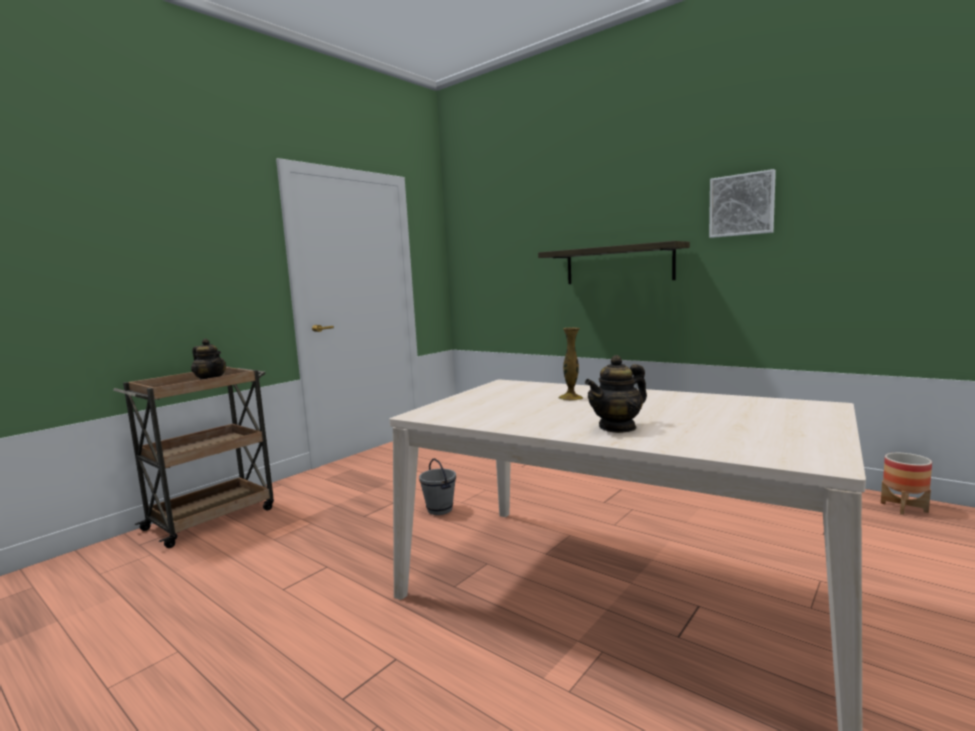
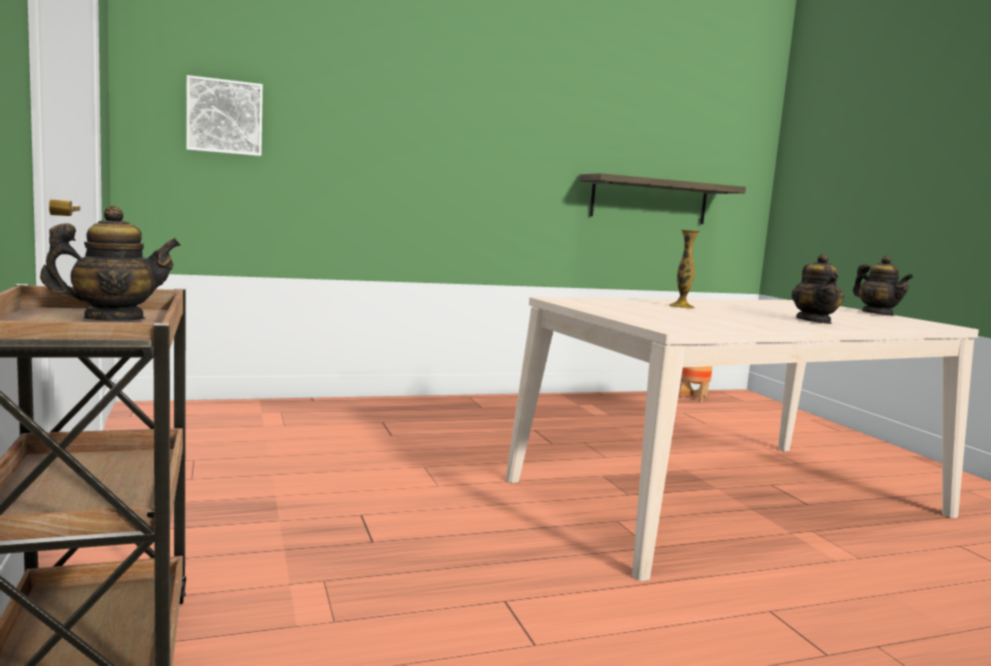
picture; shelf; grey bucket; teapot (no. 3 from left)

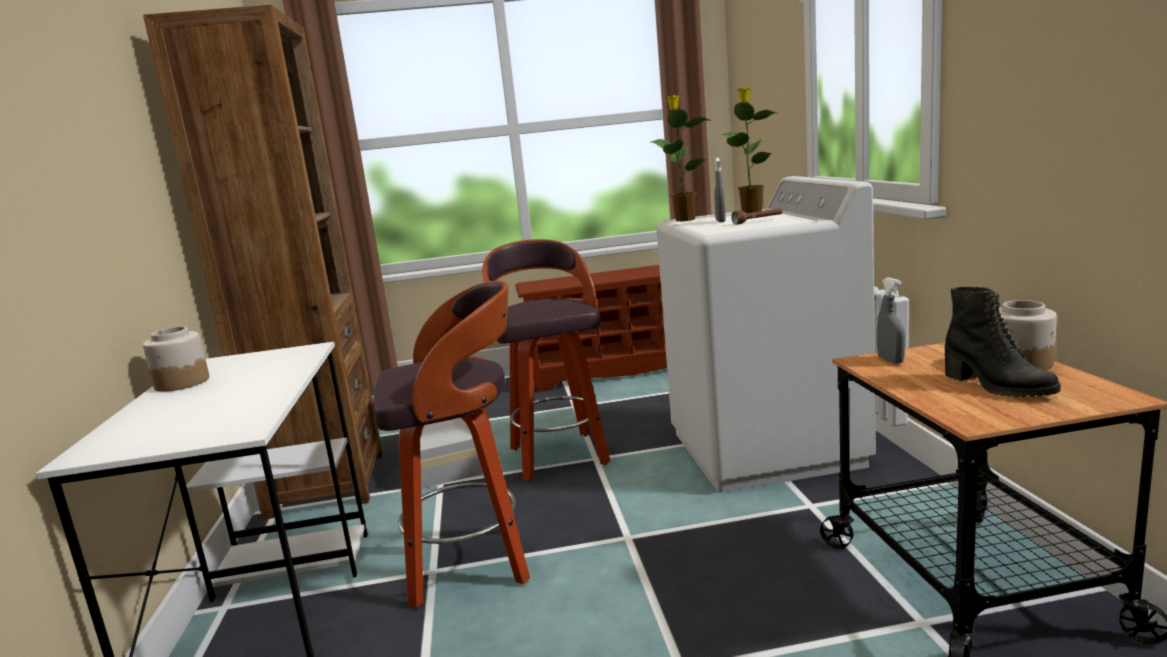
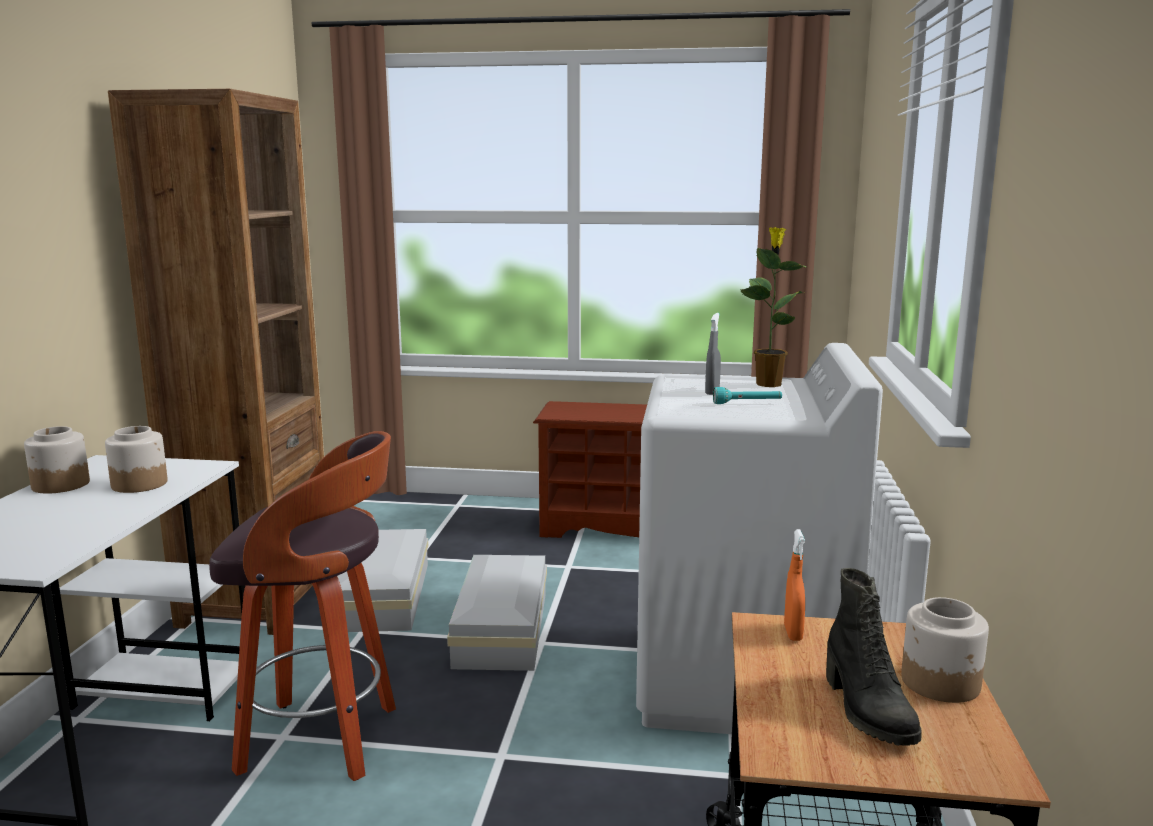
potted plant (no. 1 from left in the first image); turquoise flashlight; white storage box (no. 2 from left); orange spray bottle; jar (no. 2 from left)

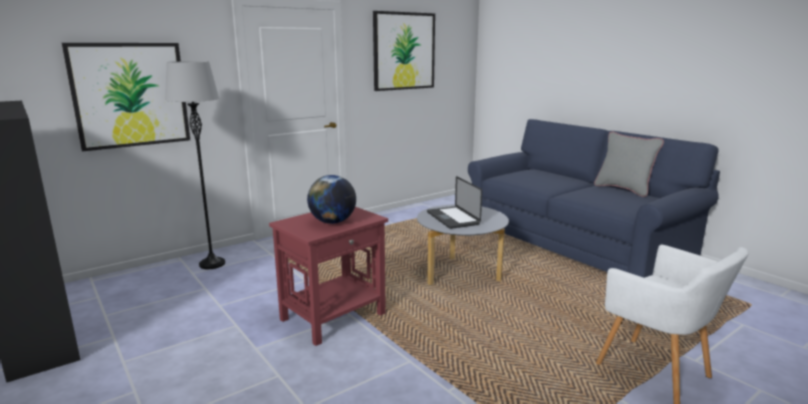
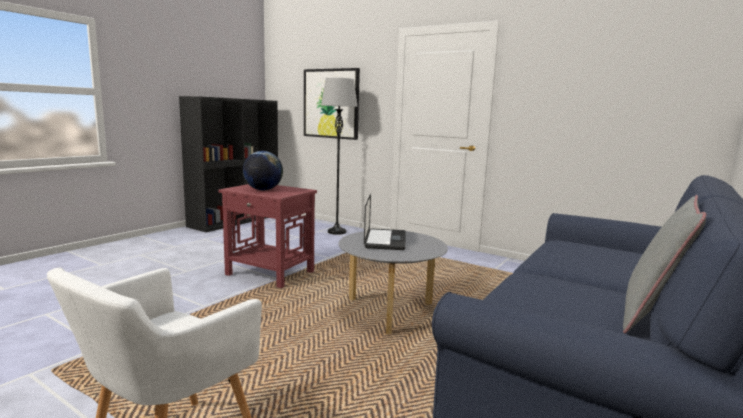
picture (no. 2 from left in the first image); laptop

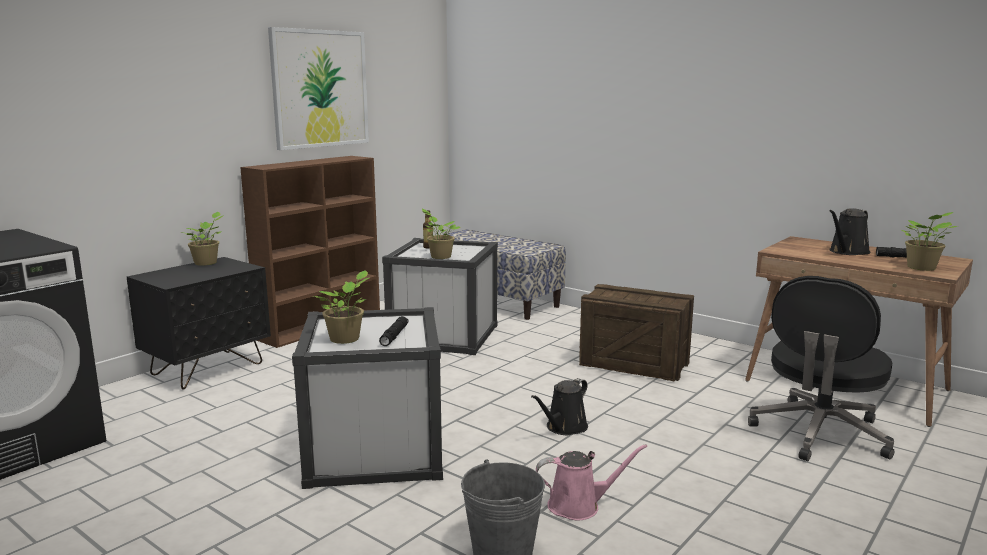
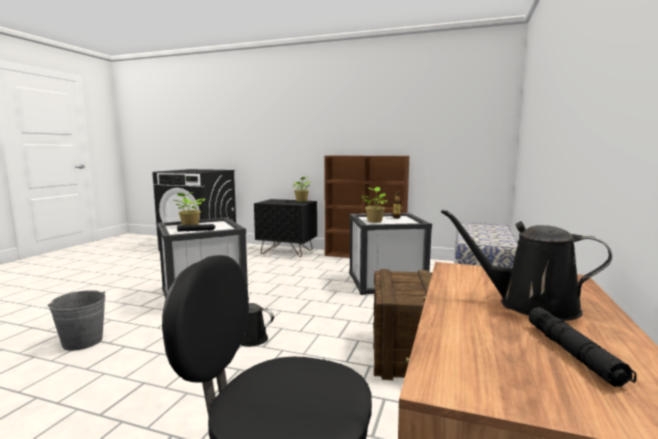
picture; potted plant (no. 4 from left in the first image); pink watering can

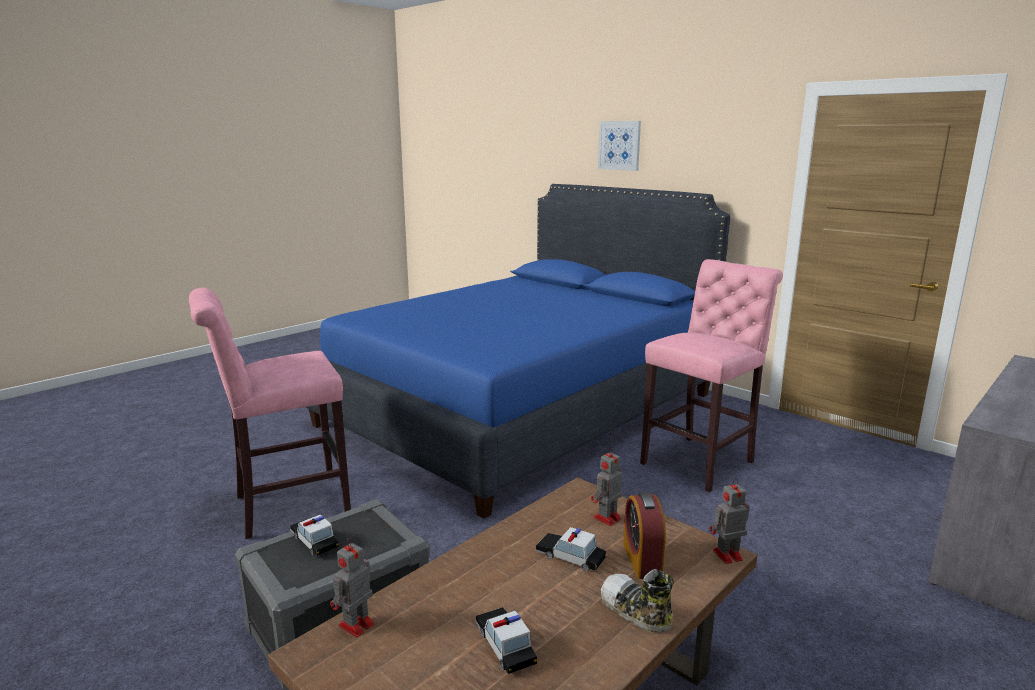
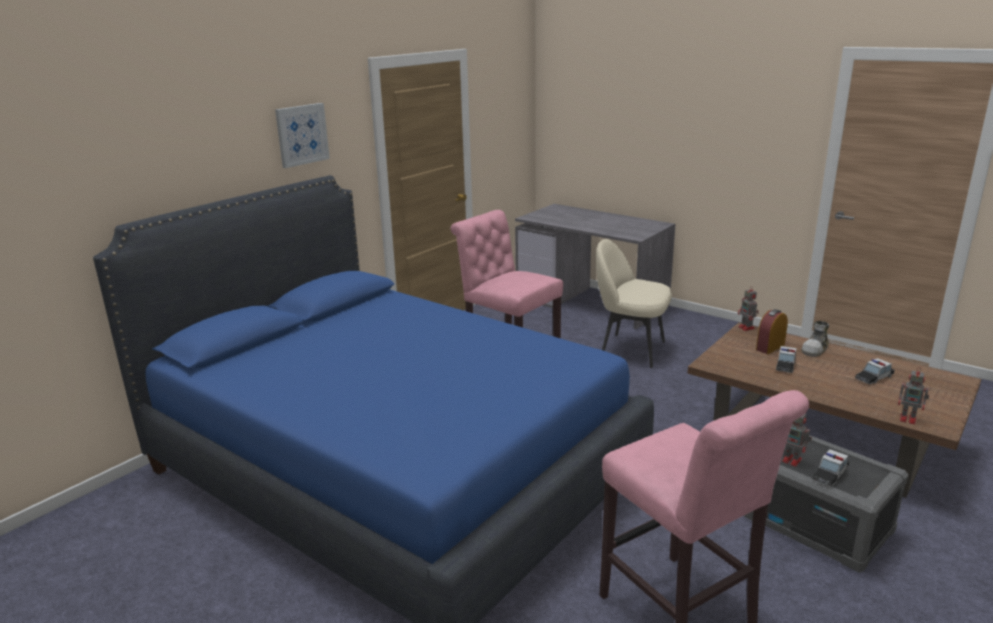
picture; toy robot (no. 2 from left); alarm clock; beige chair

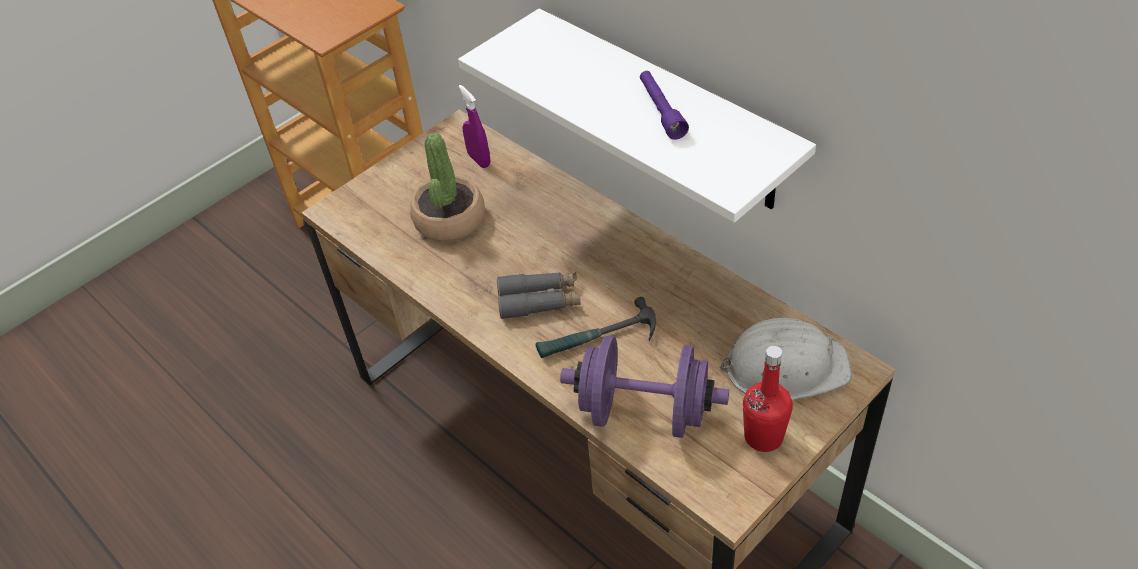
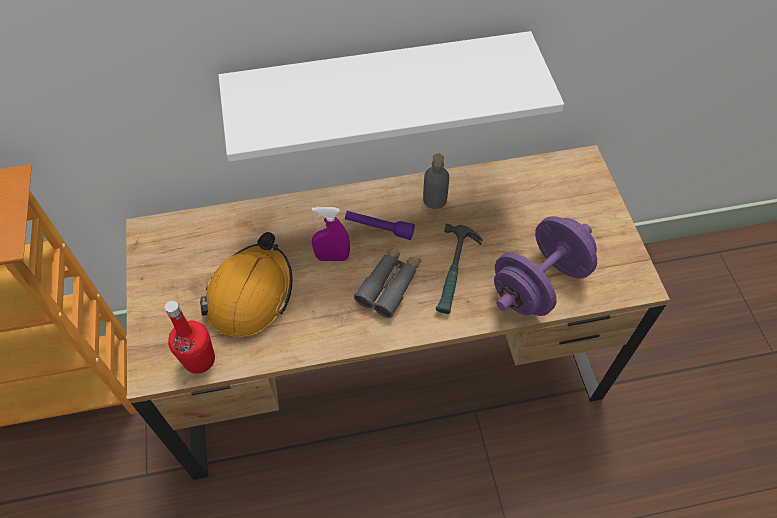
purple flashlight; purple spray bottle; orange hard hat; white hard hat; red bottle; grey bottle

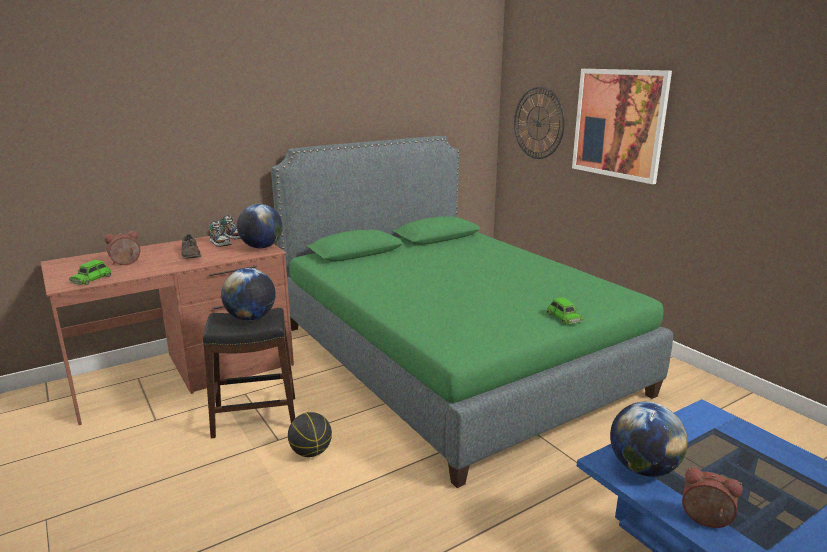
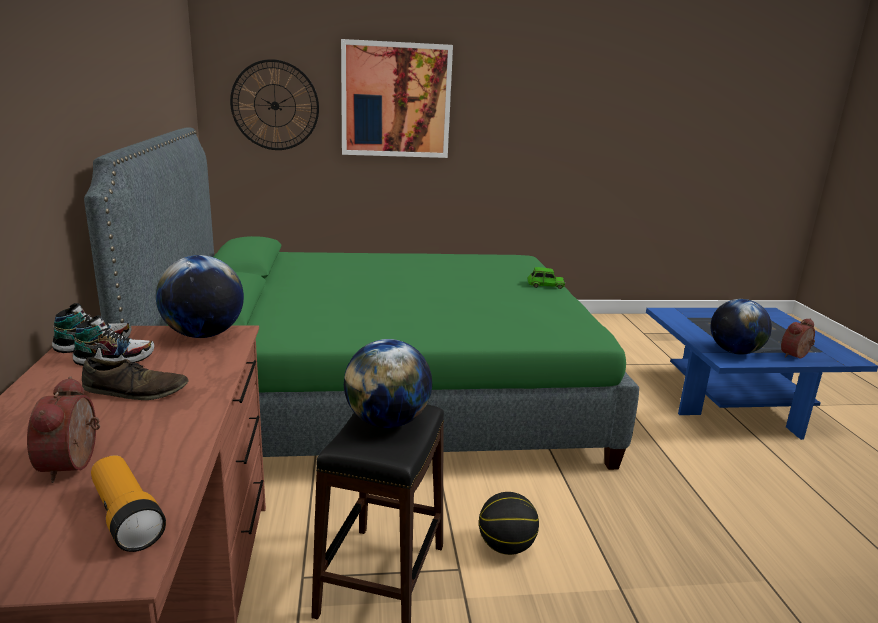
flashlight

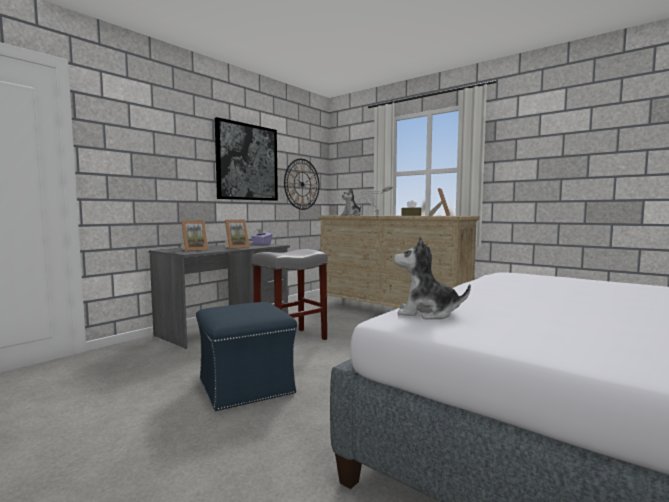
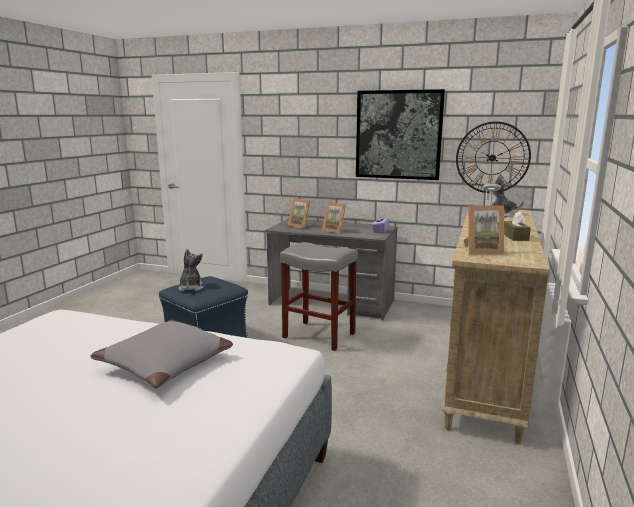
plush toy (no. 1 from left); grey pillow

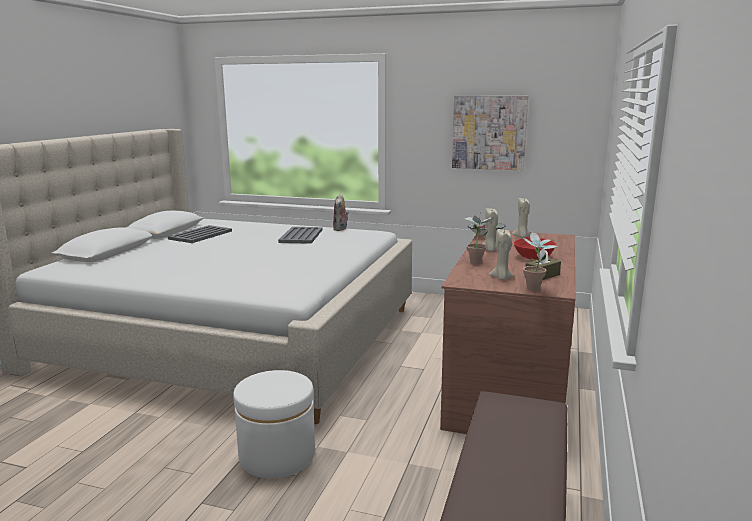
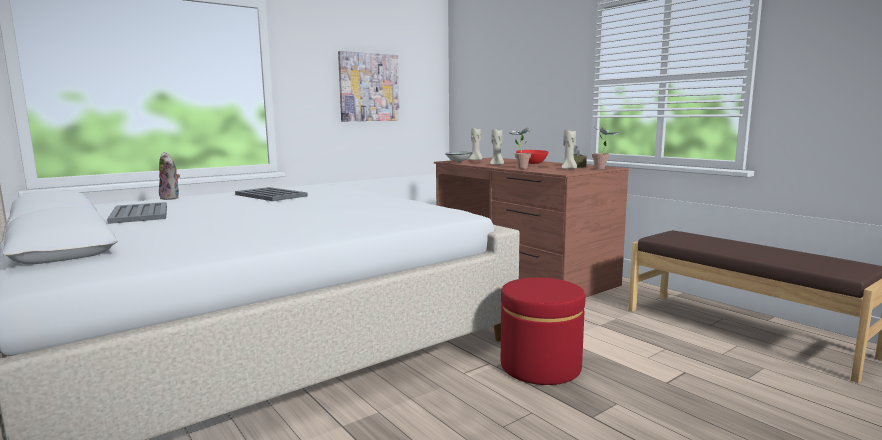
plush toy; red ottoman

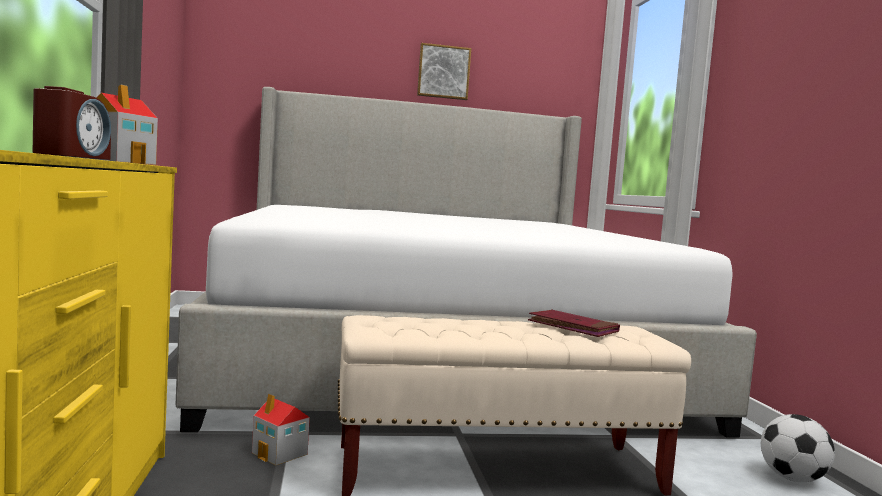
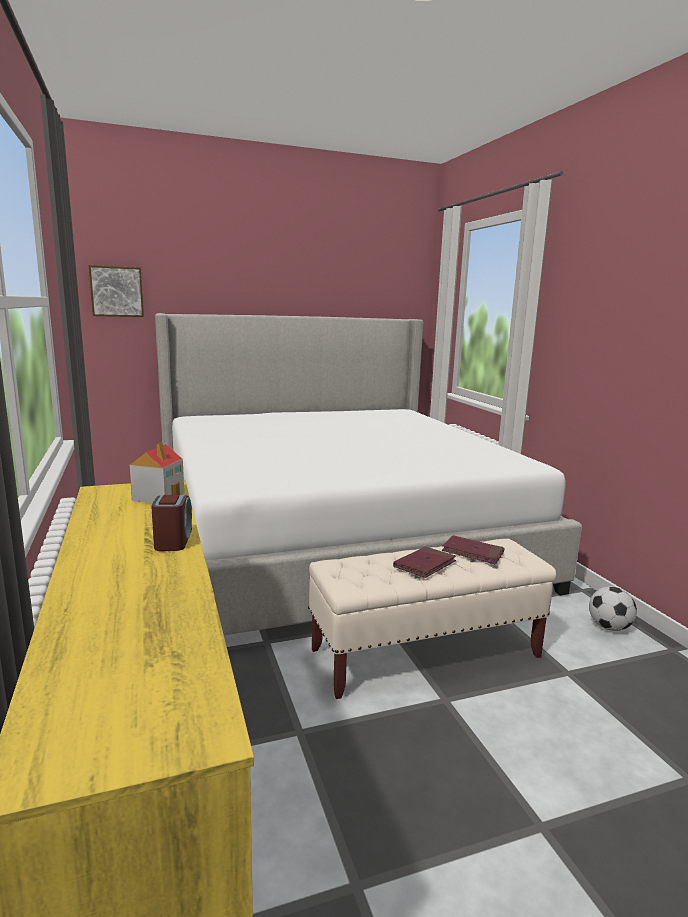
picture; toy house (no. 2 from left in the first image); red book (no. 1 from left)

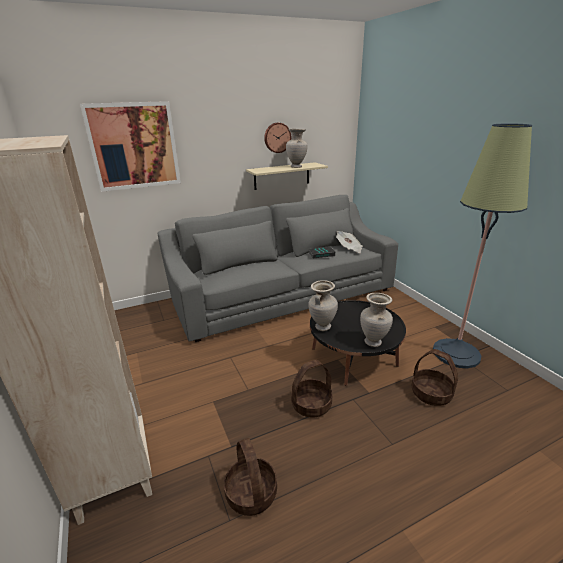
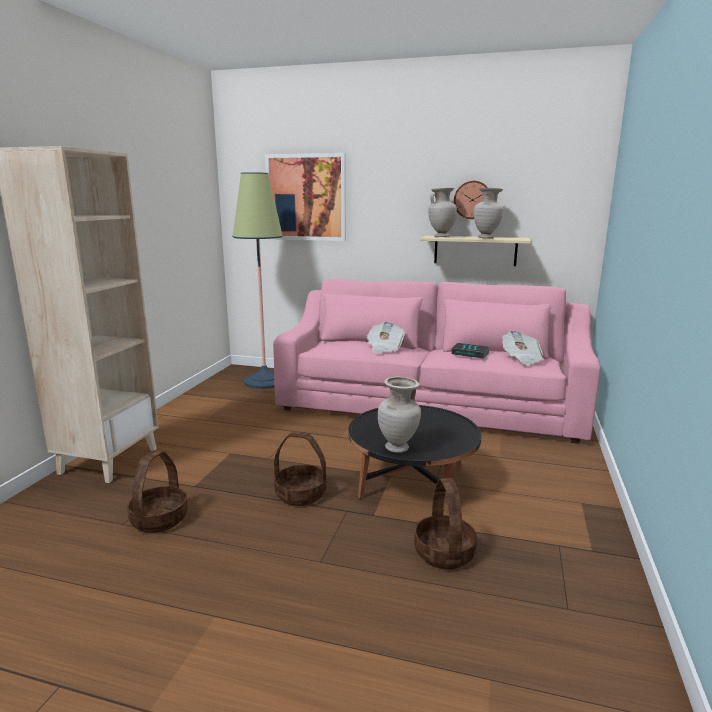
floor lamp; pink sofa; beige vase (no. 2 from left); newspaper (no. 1 from left)

